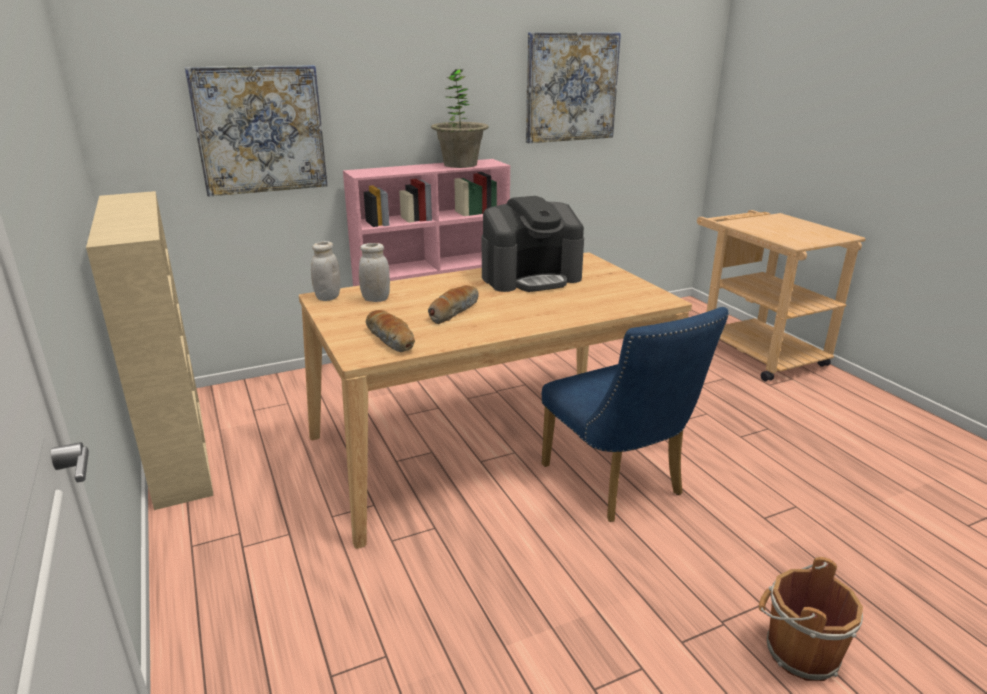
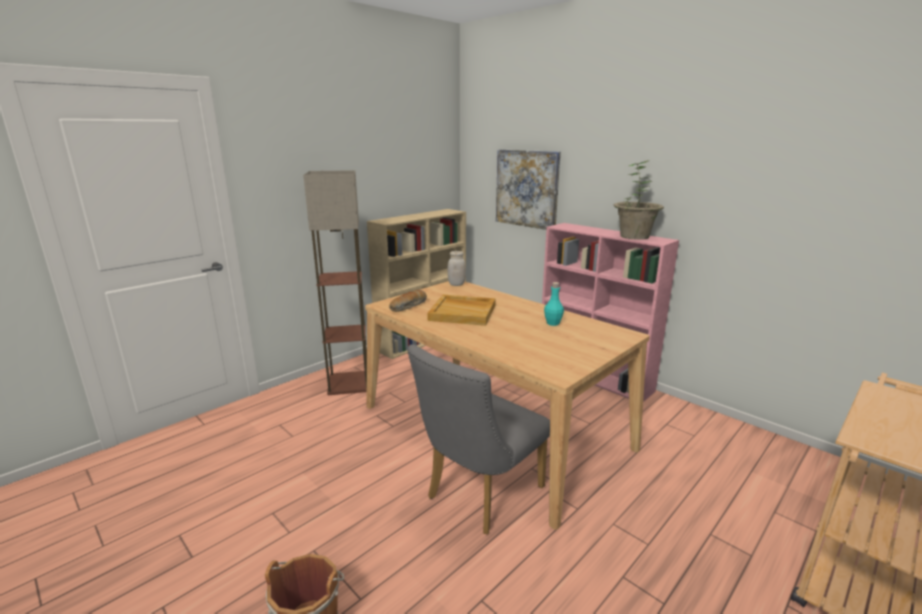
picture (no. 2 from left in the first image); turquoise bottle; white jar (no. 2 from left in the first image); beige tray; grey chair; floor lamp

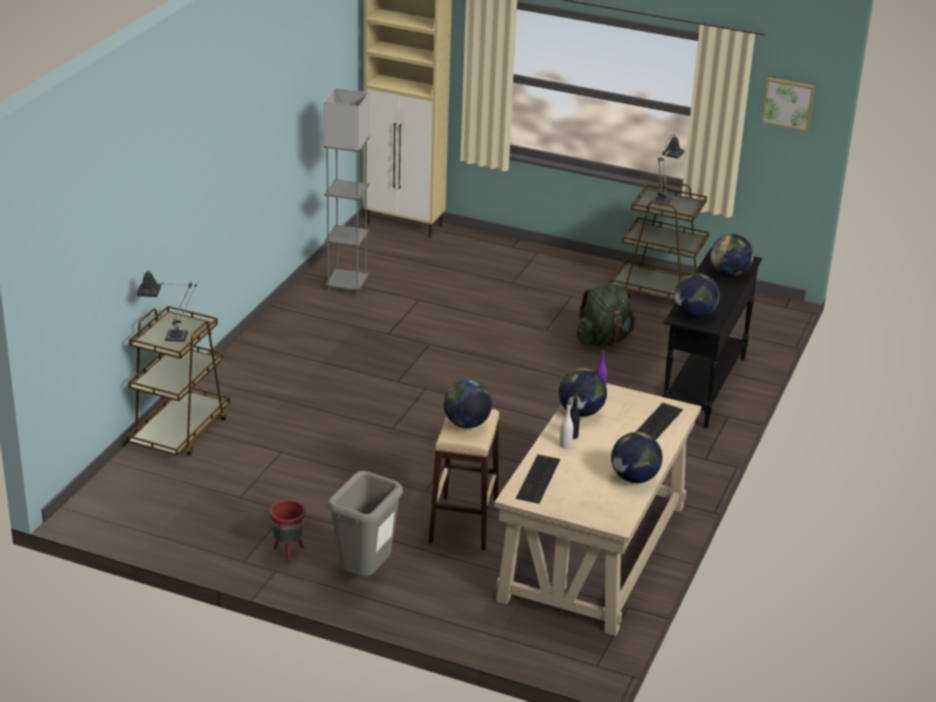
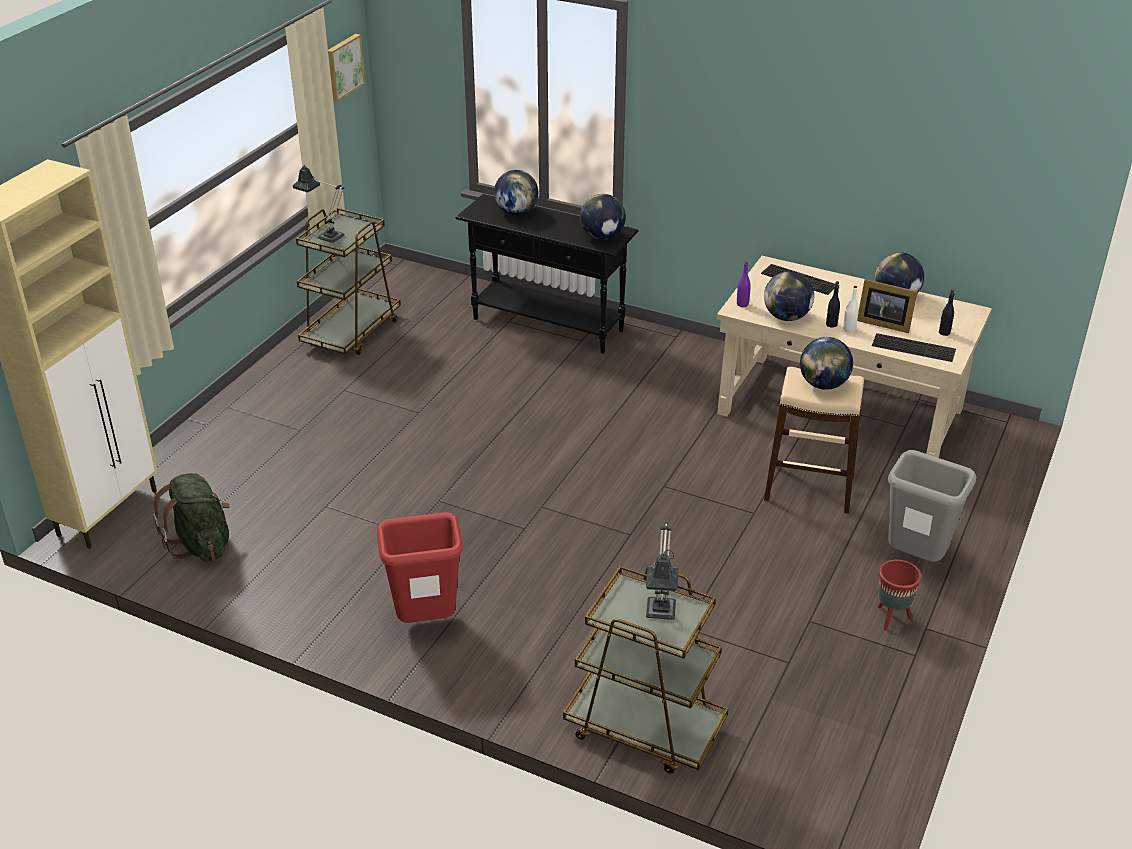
grey floor lamp; green backpack; picture frame; black bottle (no. 2 from left); red trash can

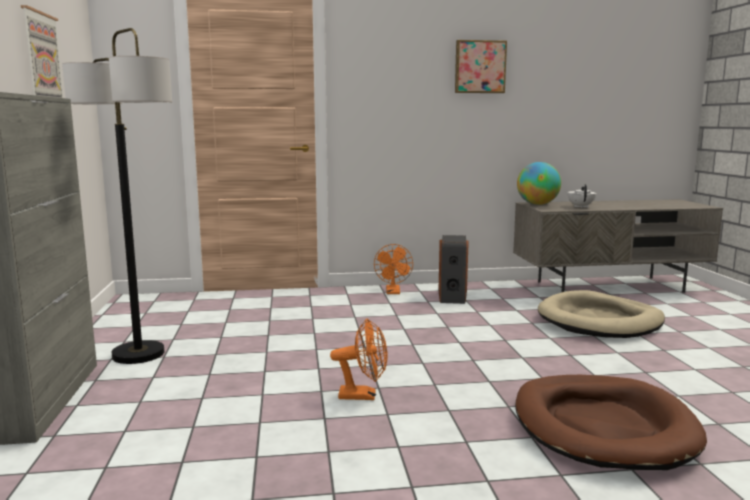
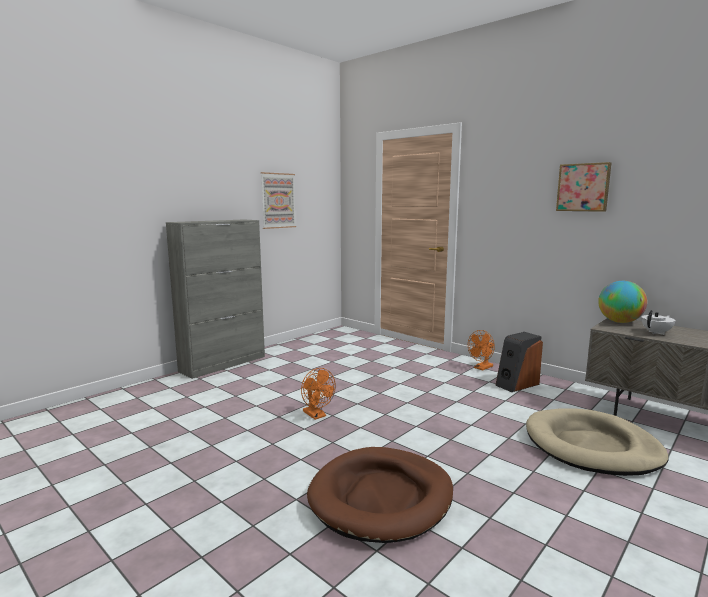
floor lamp

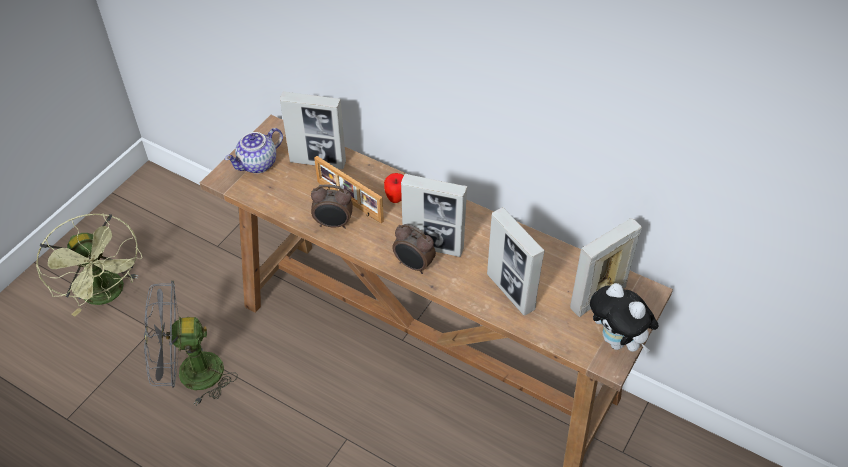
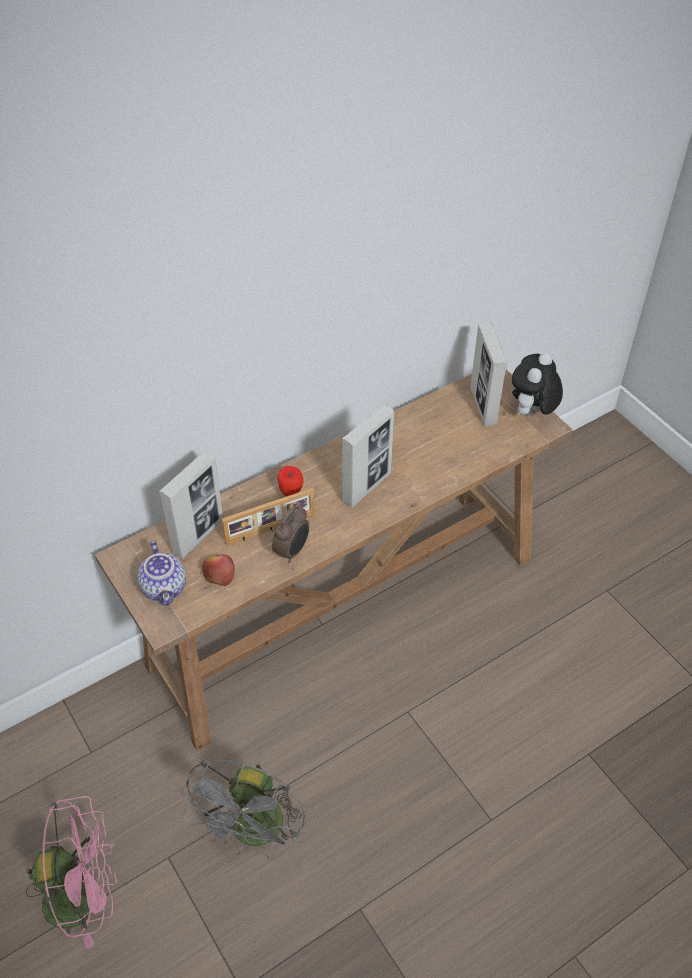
picture frame (no. 4 from left in the first image); pink fan; alarm clock (no. 2 from left in the first image); plush toy; apple (no. 1 from left)

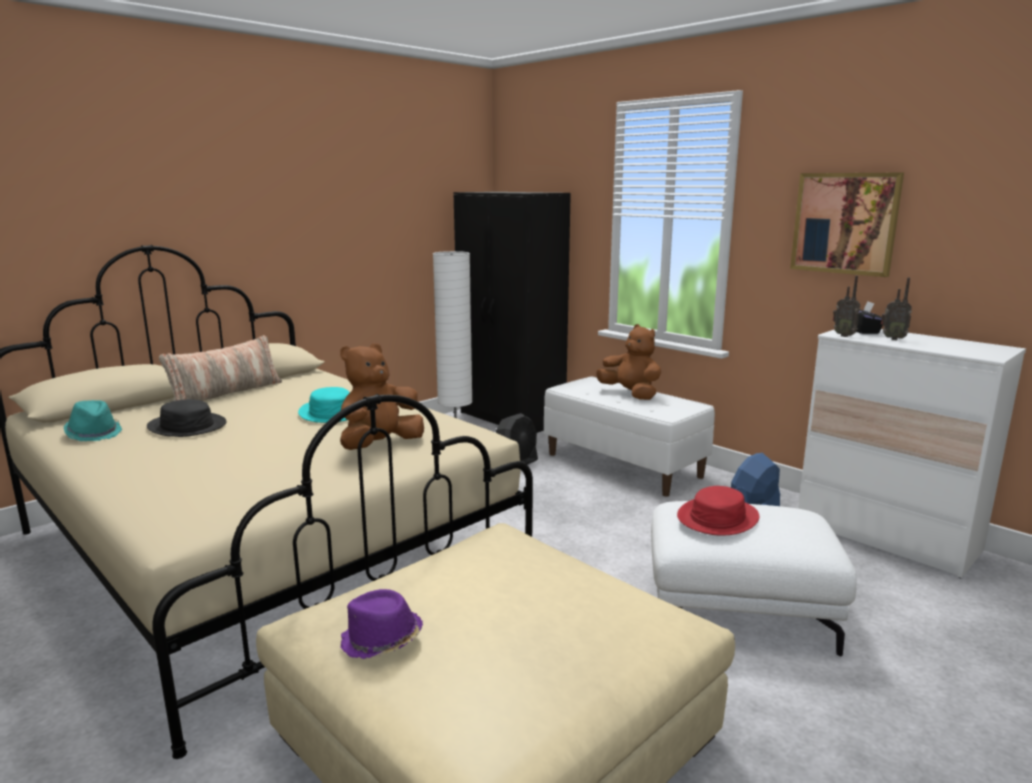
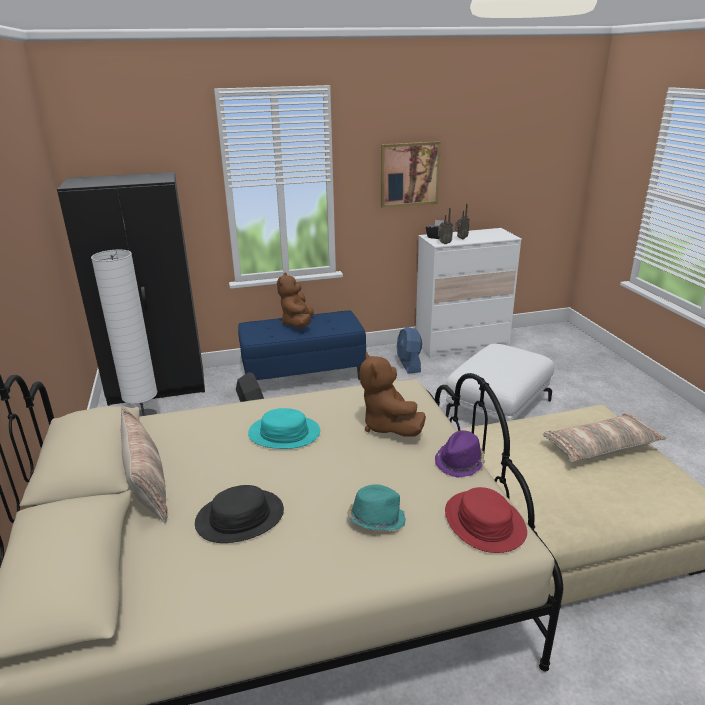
brown plush toy (no. 1 from left); blue bench; turquoise hat (no. 2 from left); red hat; purple hat; pillow (no. 2 from left)

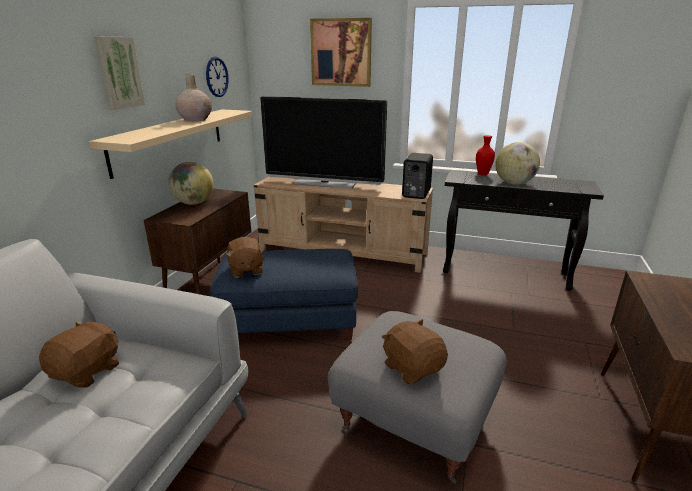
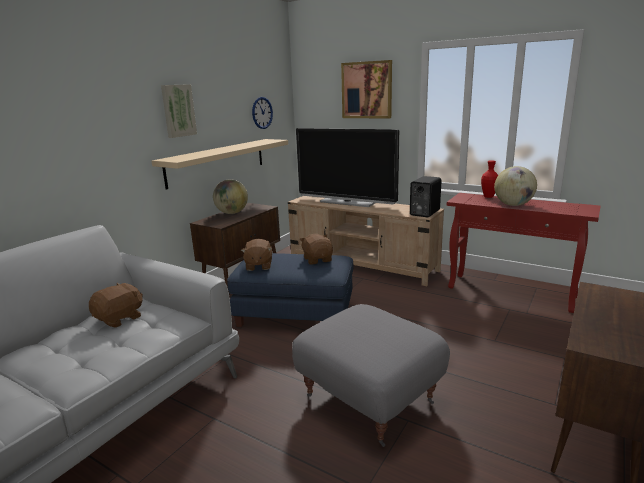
beige vase; red console table; brown plush toy (no. 3 from left)

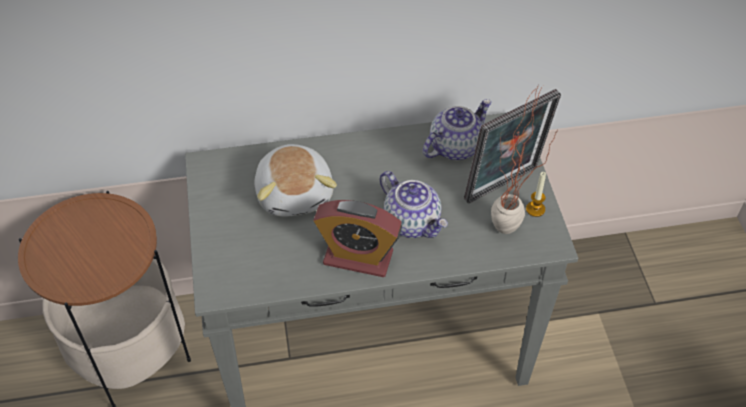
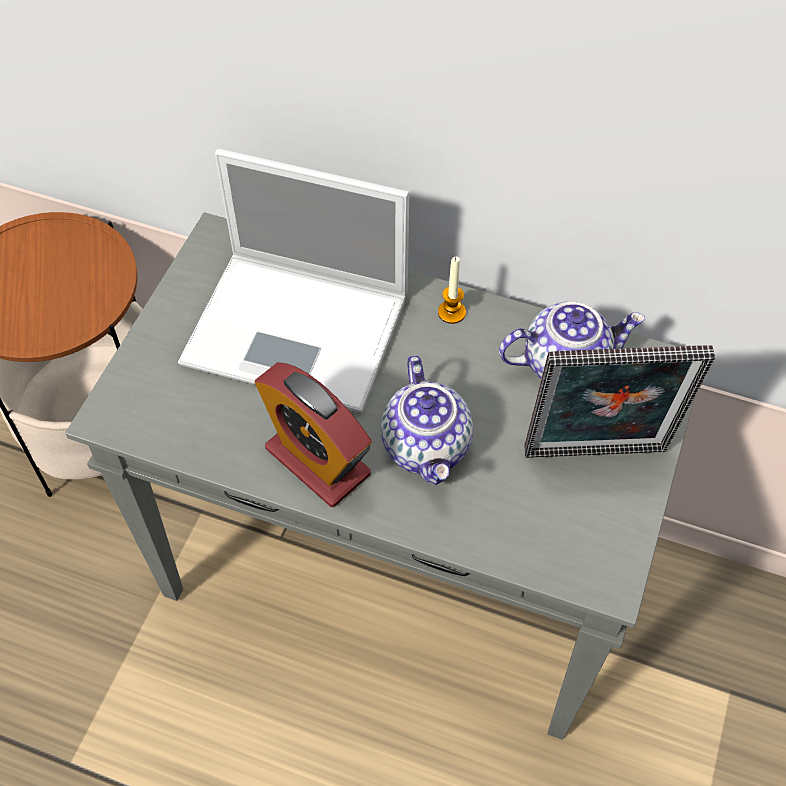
potted plant; laptop; candle

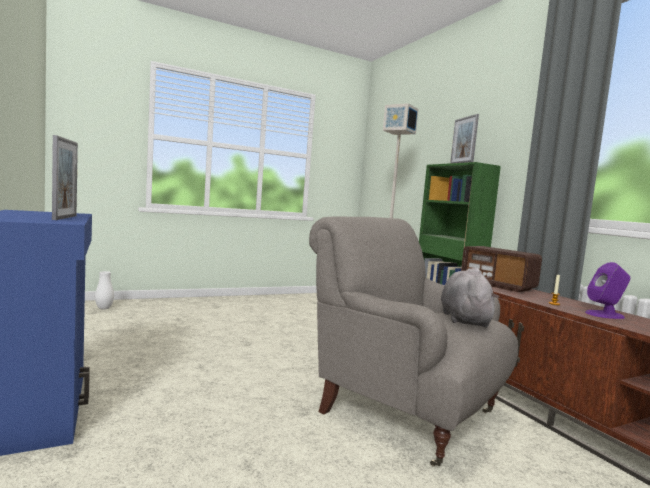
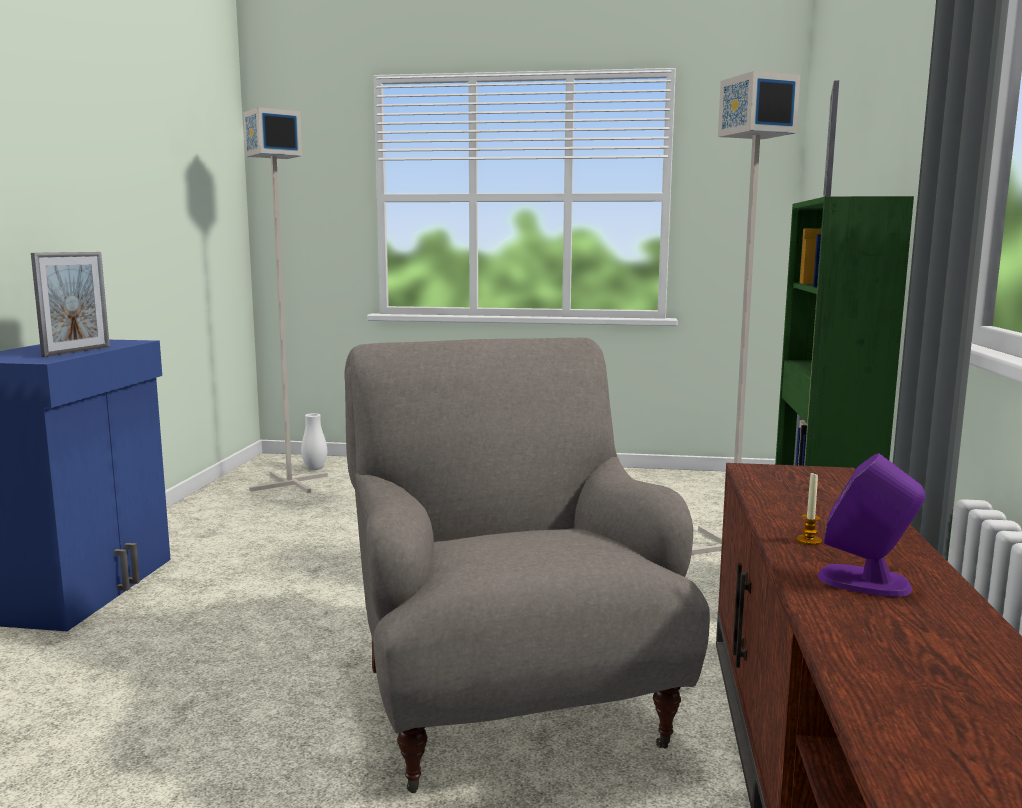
radio; grey plush toy; grey floor lamp (no. 1 from left)

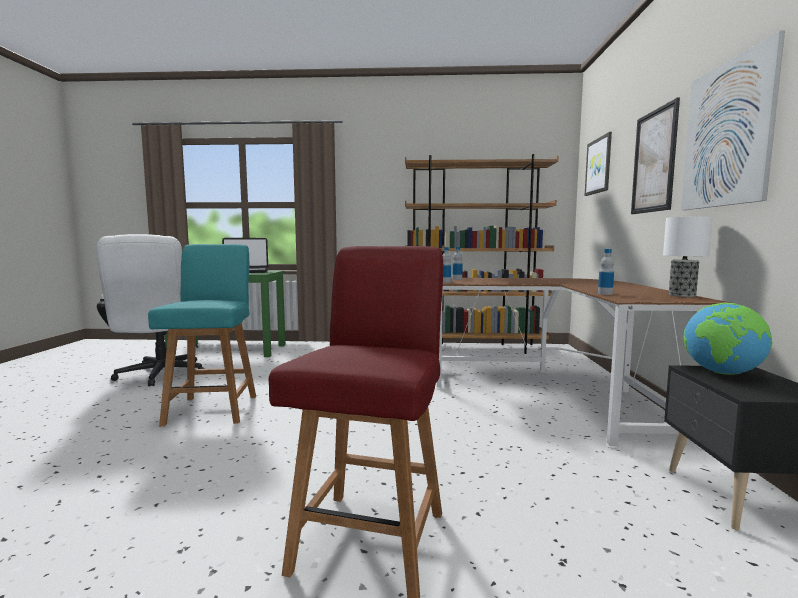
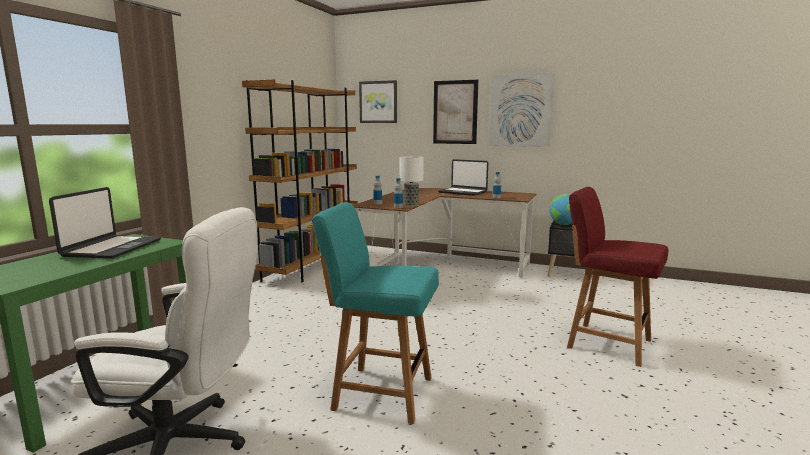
table lamp; laptop (no. 2 from left)

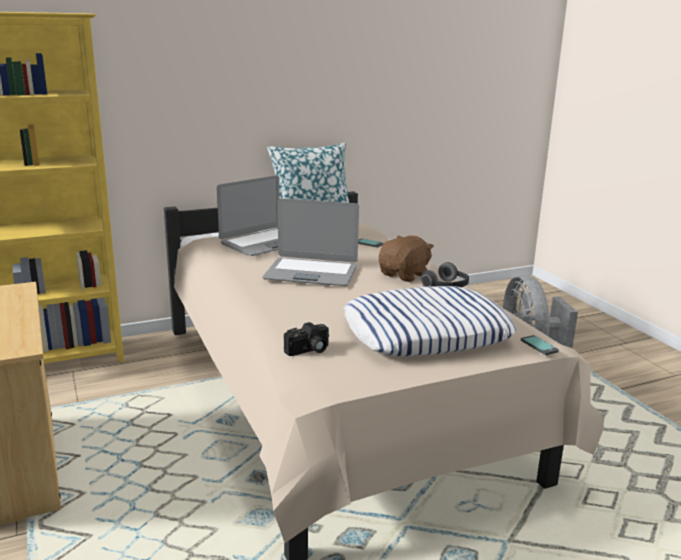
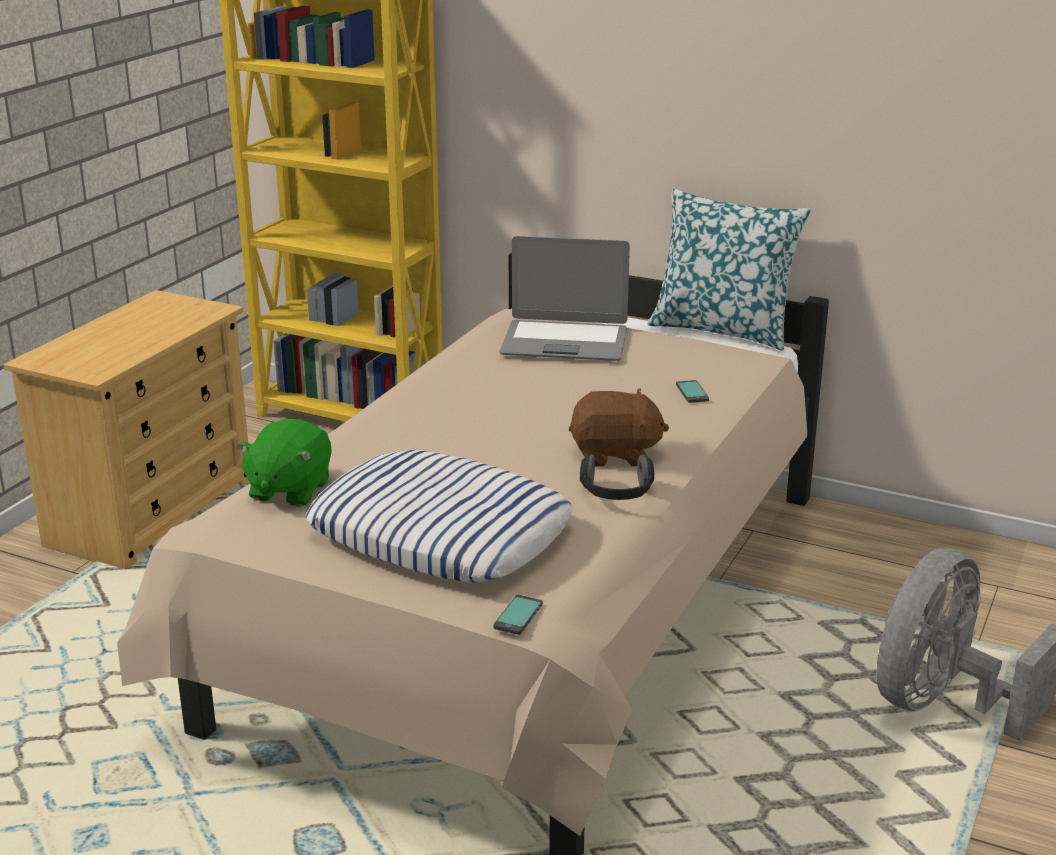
laptop (no. 2 from left in the first image); green plush toy

